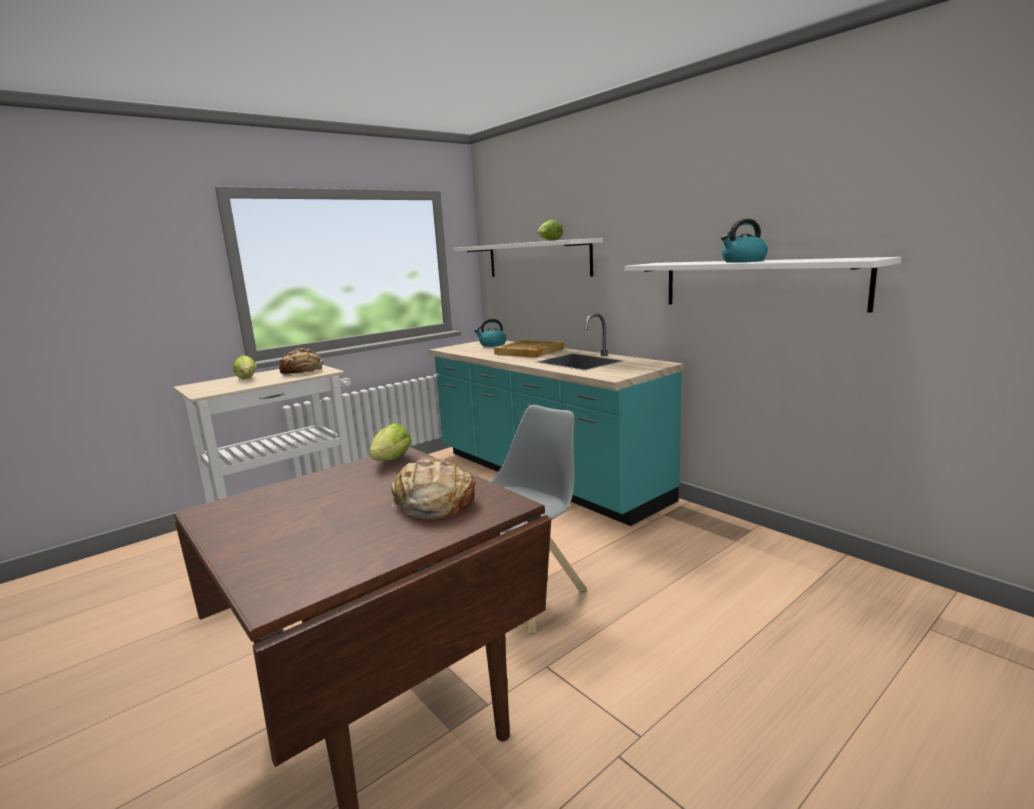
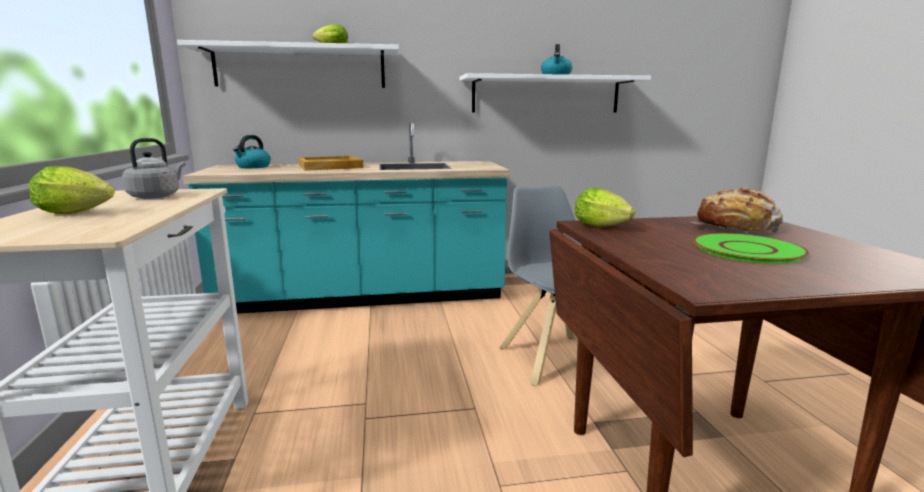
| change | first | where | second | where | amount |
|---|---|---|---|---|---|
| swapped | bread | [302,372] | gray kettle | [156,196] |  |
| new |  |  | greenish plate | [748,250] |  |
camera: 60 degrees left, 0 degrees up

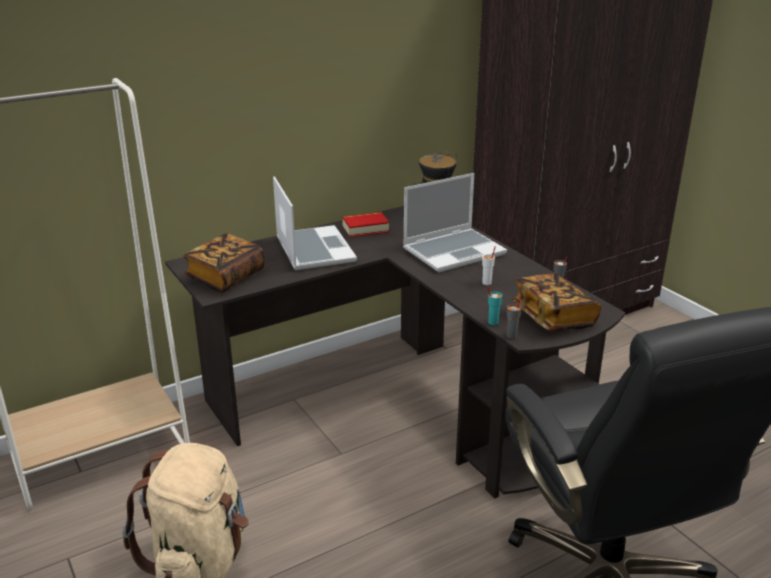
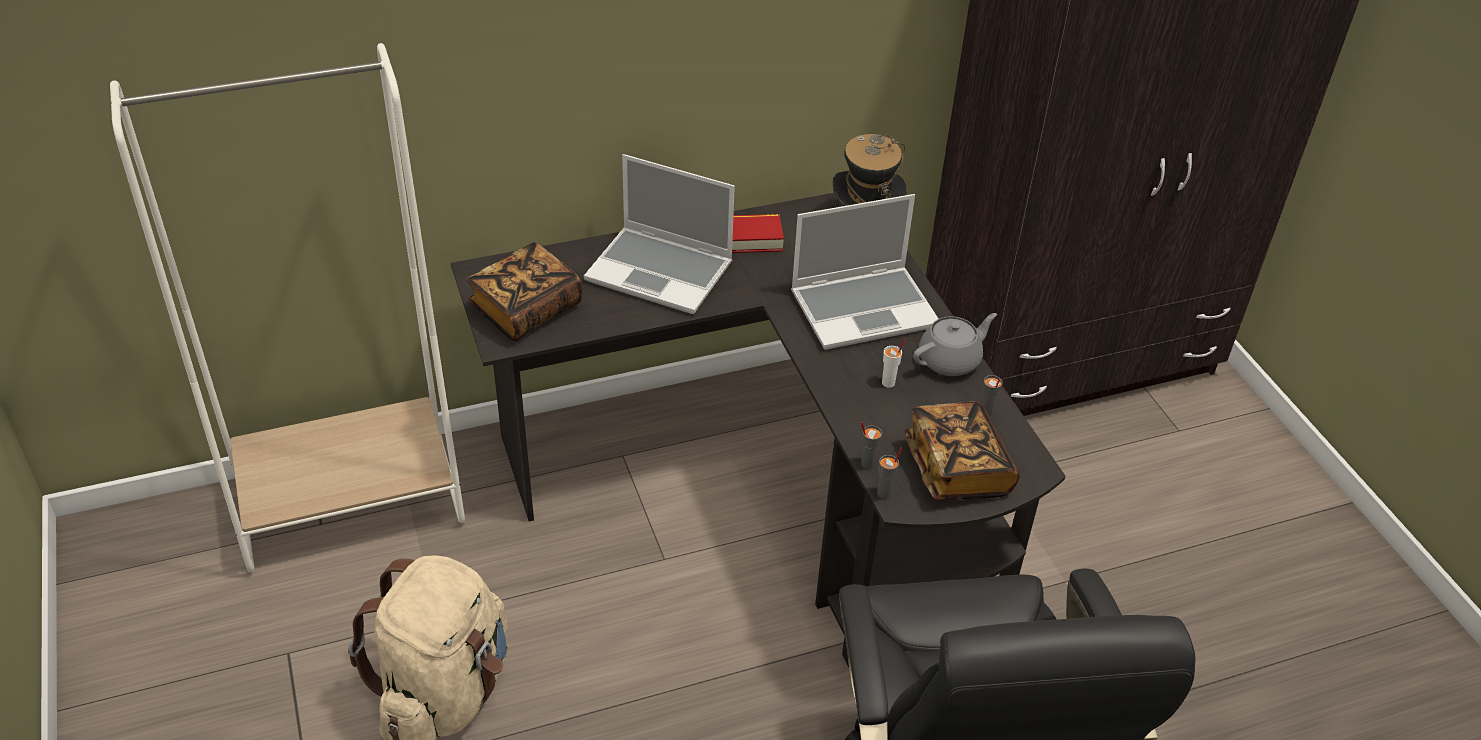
| change | first | where | second | where | amount |
|---|---|---|---|---|---|
| rotated | notebook computer | [313,249] |  | [662,272] | 120 degrees clockwise |
| repainted | turquoise-coloured drinking cup | [492,322] | gray drinking cup | [867,463] |  |
| new |  |  | gray teapot | [950,360] |  |
camera: 10 degrees right, 15 degrees up

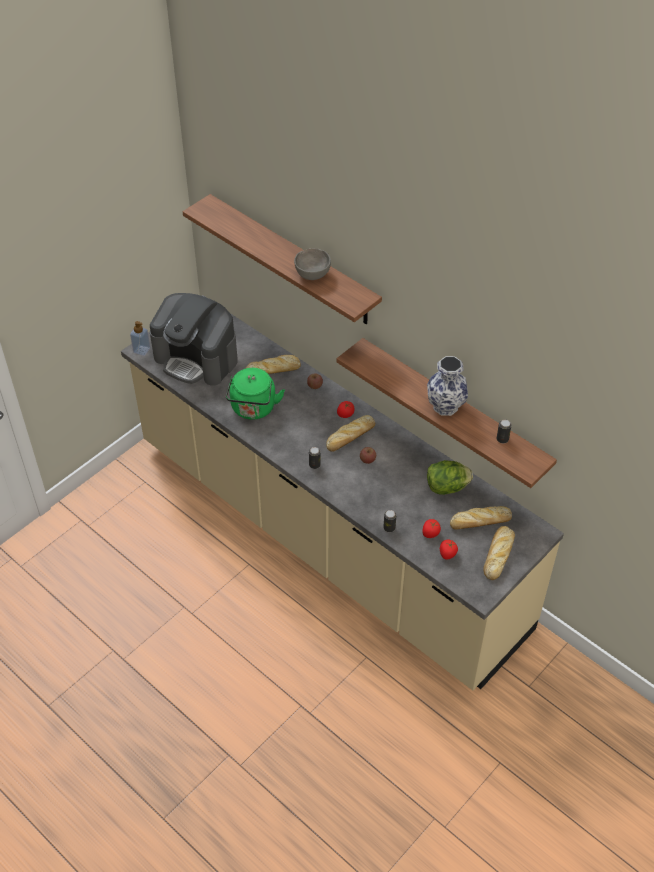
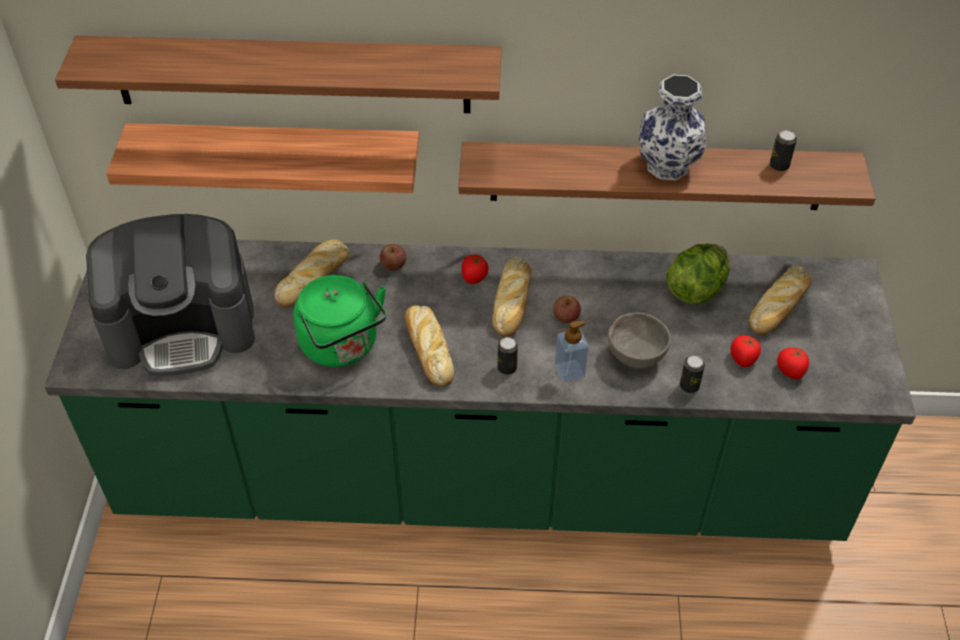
| change | first | where | second | where | amount |
|---|---|---|---|---|---|
| repainted | beige kitchen counter | [326,535] | greenish kitchen counter | [480,477] |  |
| shifted | liquid soap bottle | [142,350] |  | [569,371] |  |
| shifted | gray serving bowl | [313,274] |  | [636,355] |  |
| shifted | bread | [498,554] |  | [428,348] |  |
| new |  |  | wall shelf | [276,156] |  |
camera: 40 degrees left, 0 degrees up

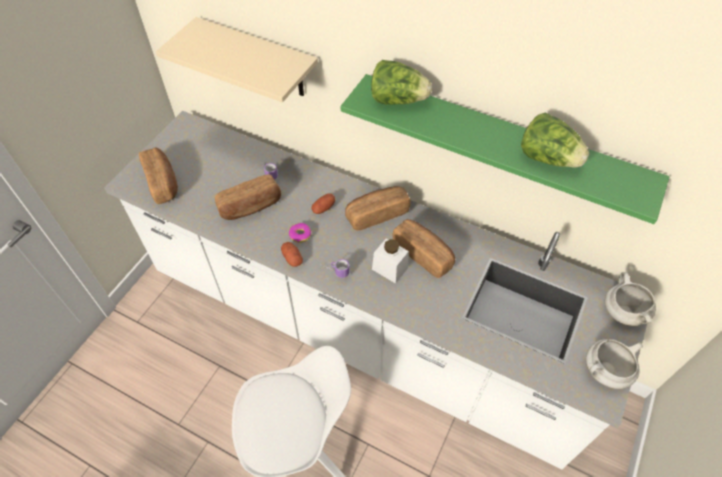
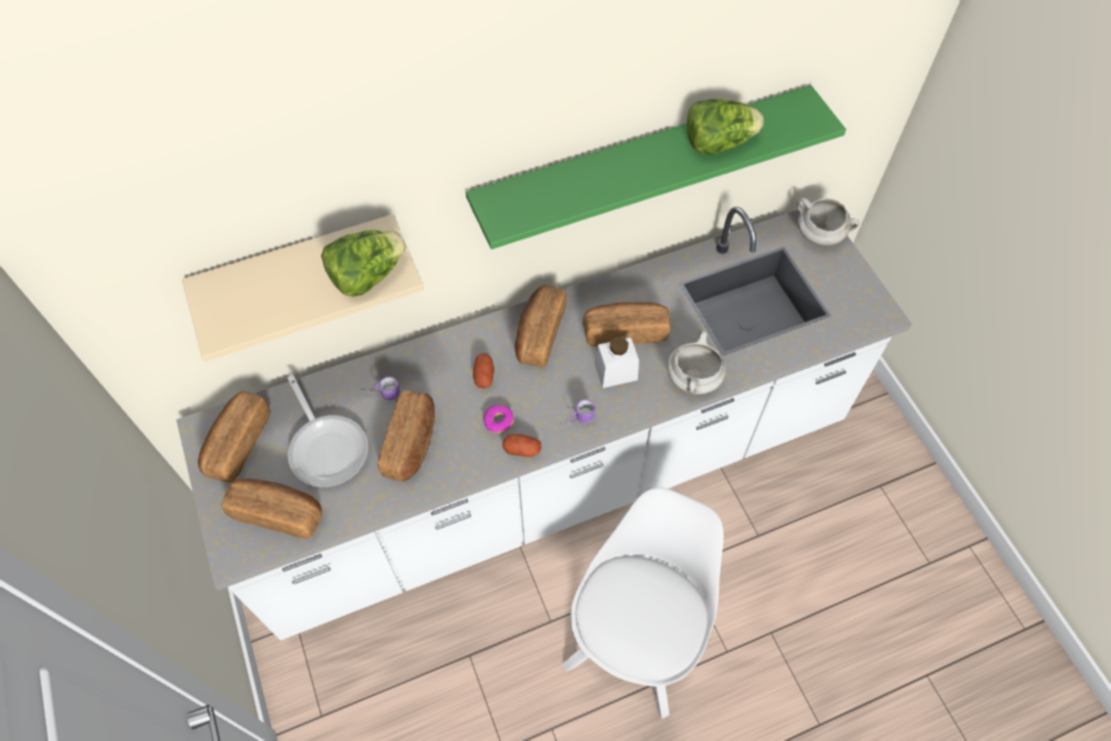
| change | first | where | second | where | amount |
|---|---|---|---|---|---|
| shifted | head of lettuce | [397,100] |  | [367,276] |  |
| shifted | white-coloured cooking pot | [605,372] |  | [694,380] |  |
| new |  |  | bread | [237,443] |  |
| new |  |  | frying pan | [327,447] |  |
camera: 50 degrees left, 5 degrees up

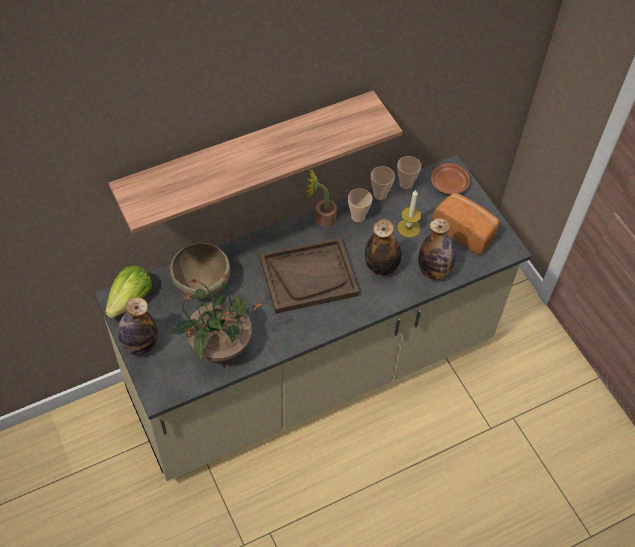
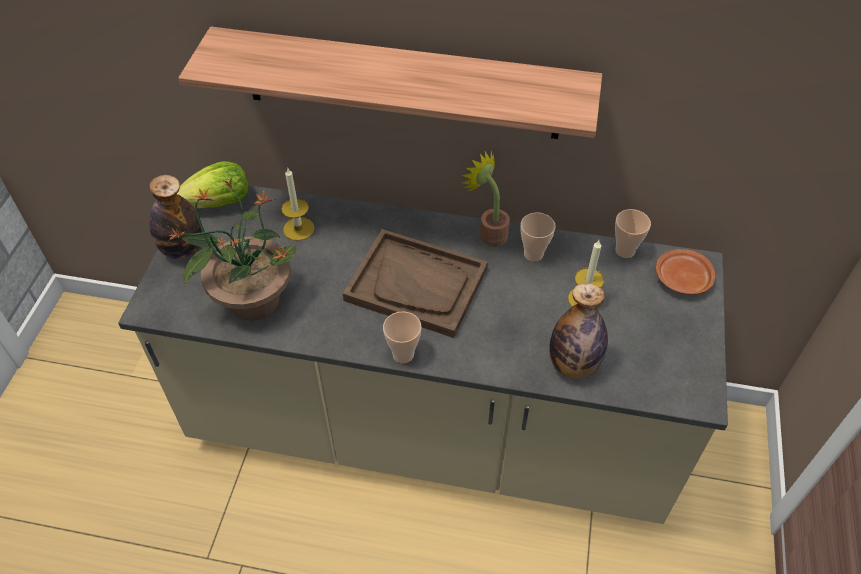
| change | first | where | second | where | amount |
|---|---|---|---|---|---|
| swapped | brown-coloured serving bowl | [202,285] | wax candle | [298,229] |  |
| gone | beverage bottle | [381,266] |  |  |  |
| shifted | drinking cup | [380,194] |  | [403,354] |  |
| gone | bread | [465,230] |  |  |  |
camera: 40 degrees right, 5 degrees down

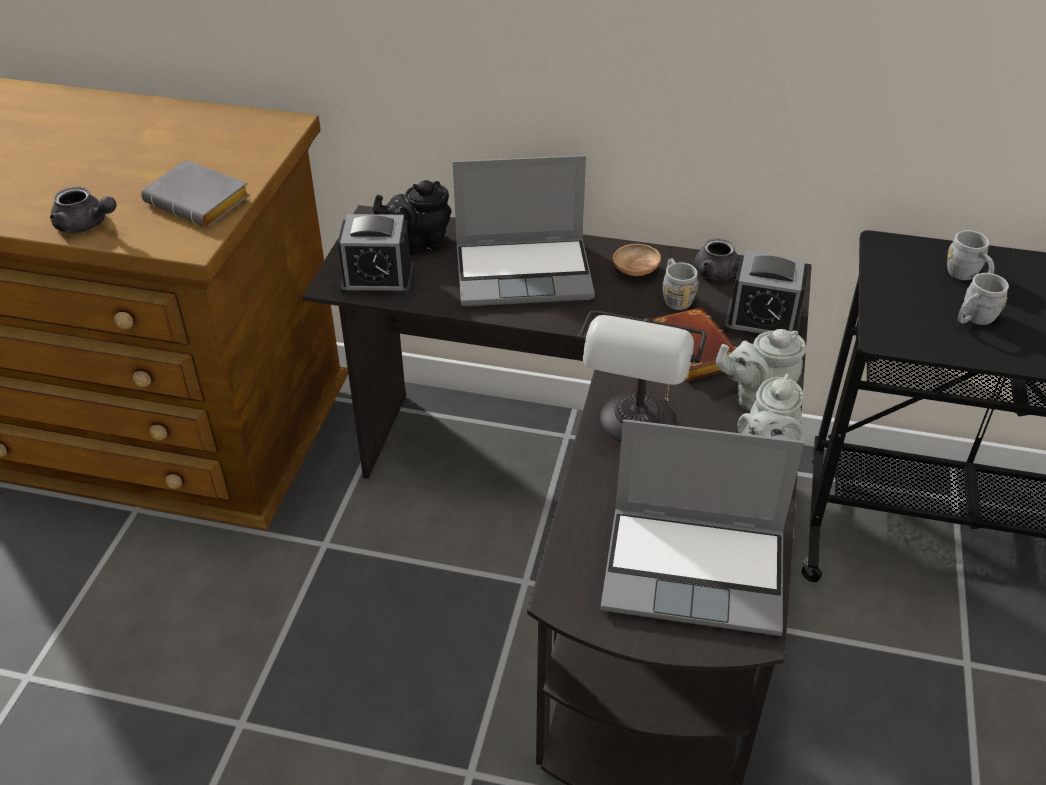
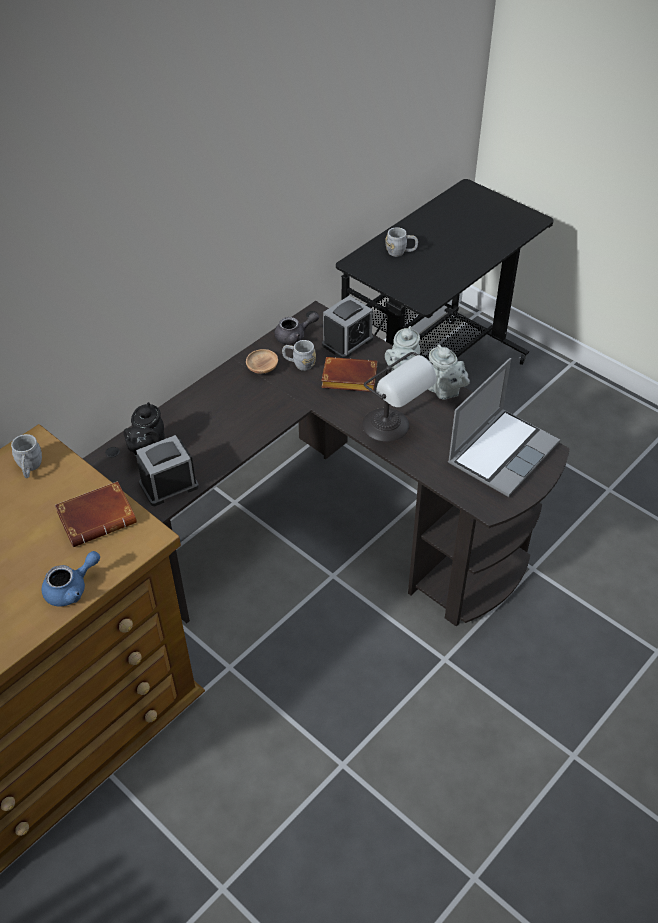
| change | first | where | second | where | amount |
|---|---|---|---|---|---|
| repainted | gray teapot | [86,225] | bluish teapot | [72,588] |  |
| repainted | gray volume | [202,201] | brown-coloured volume | [98,517] |  |
| rotated | alarm clock | [378,280] |  | [169,485] | 150 degrees counterclockwise |
| gone | notebook computer | [525,273] |  |  |  |
| shifted | gray mug | [973,319] |  | [30,468] |  |
camera: 60 degrees left, 5 degrees up

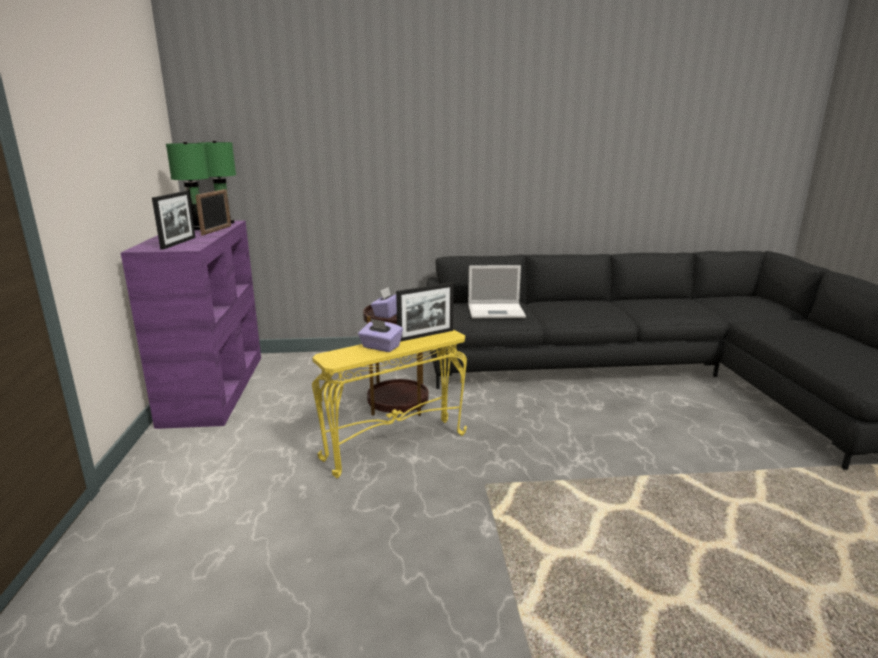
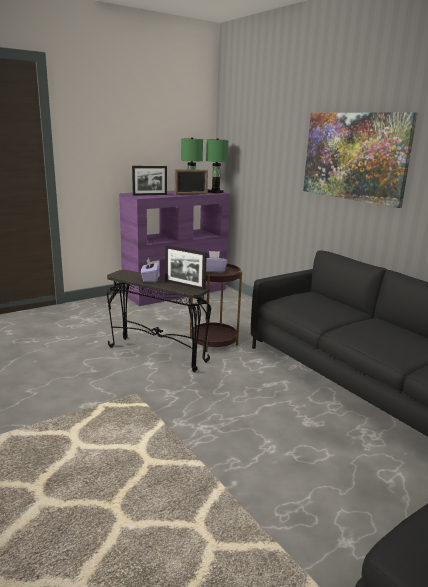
| change | first | where | second | where | amount |
|---|---|---|---|---|---|
| repainted | yellow-coloured side table | [395,447] | black side table | [157,354] |  |
| gone | notebook computer | [497,311] |  |  |  |
| new |  |  | wall art | [354,156] |  |
camera: 60 degrees right, 0 degrees up

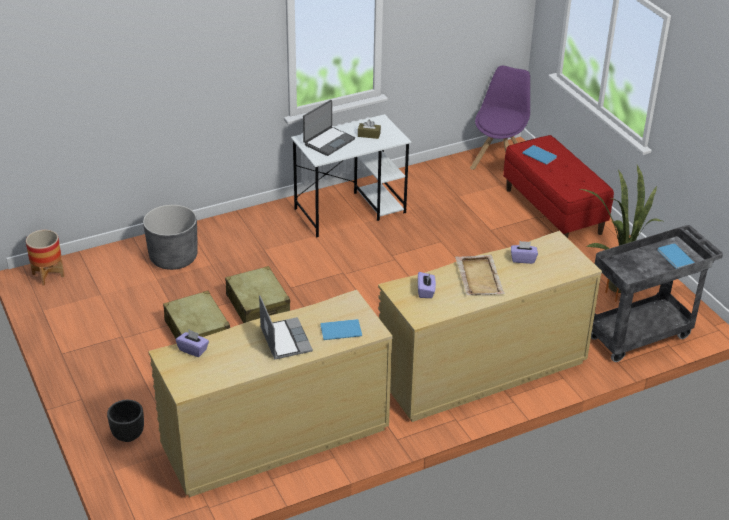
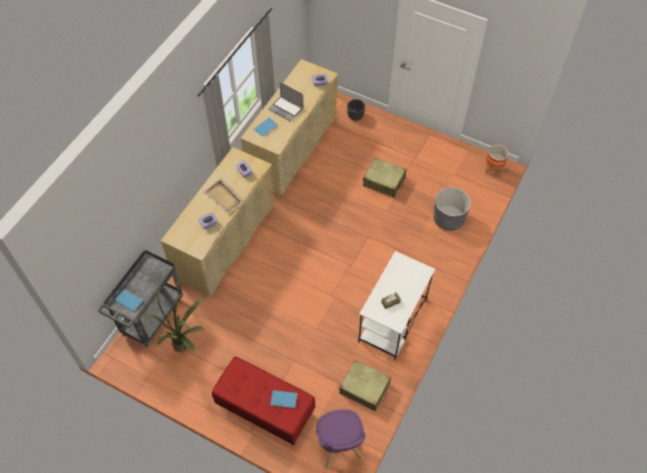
| change | first | where | second | where | amount |
|---|---|---|---|---|---|
| shifted | beige travel case | [258,305] |  | [364,388] |  |
| gone | notebook computer | [328,141] |  |  |  |
camera: 145 degrees right, 20 degrees up

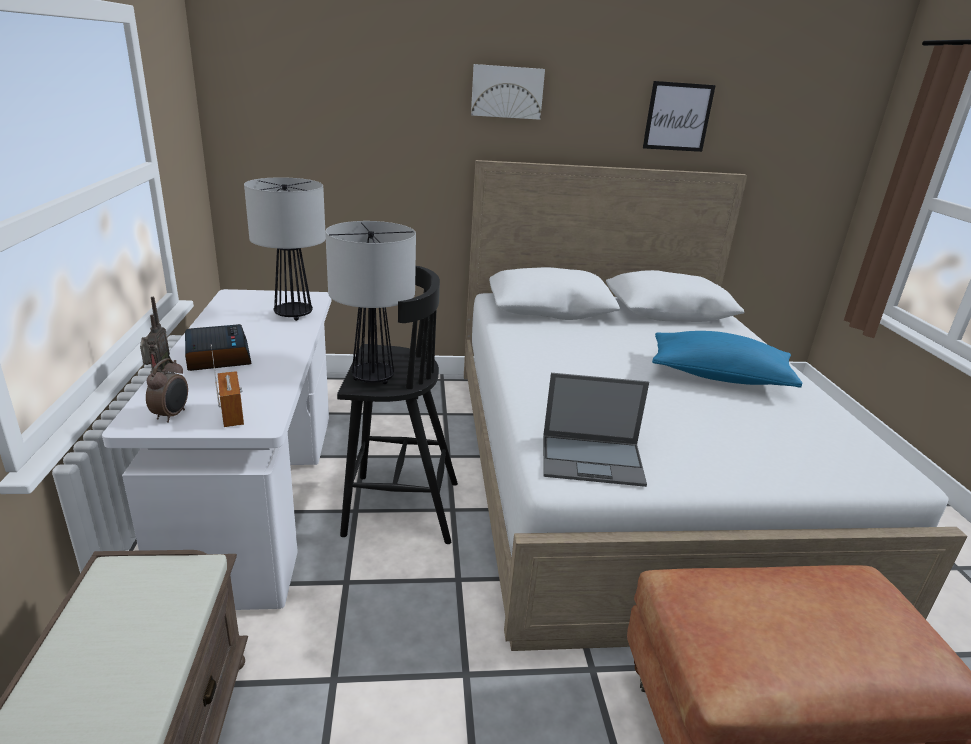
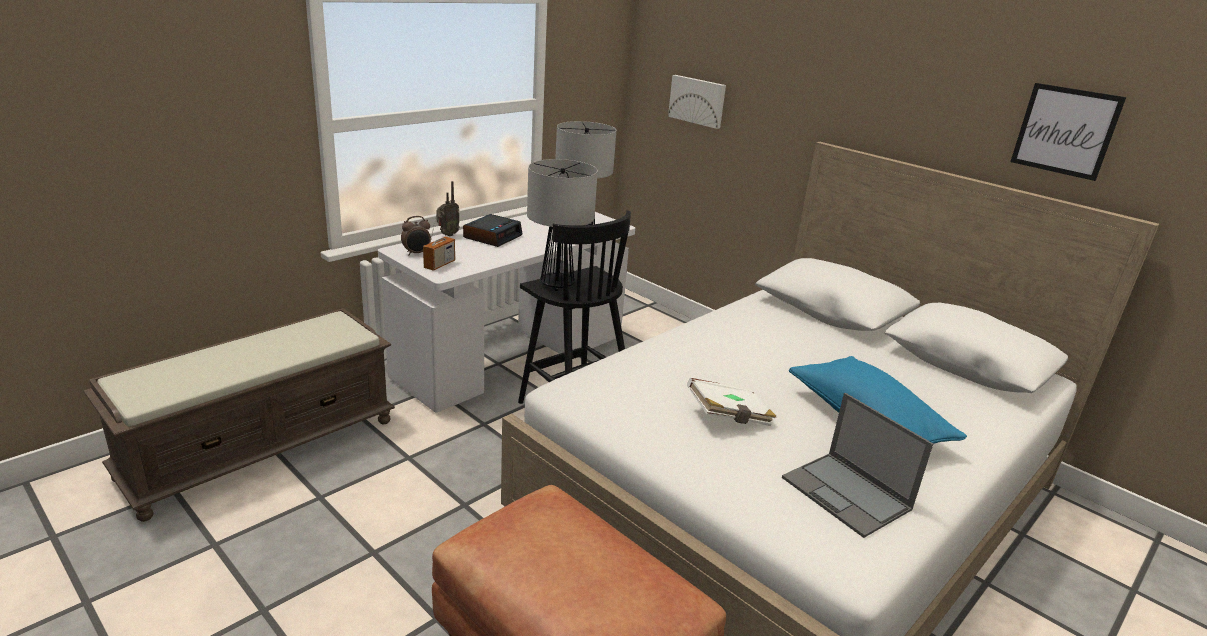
| change | first | where | second | where | amount |
|---|---|---|---|---|---|
| shifted | wall art | [507,92] |  | [697,101] |  |
| shifted | notebook computer | [593,460] |  | [847,494] |  |
| new |  |  | white-coloured volume | [729,417] |  |
camera: 50 degrees right, 0 degrees up

